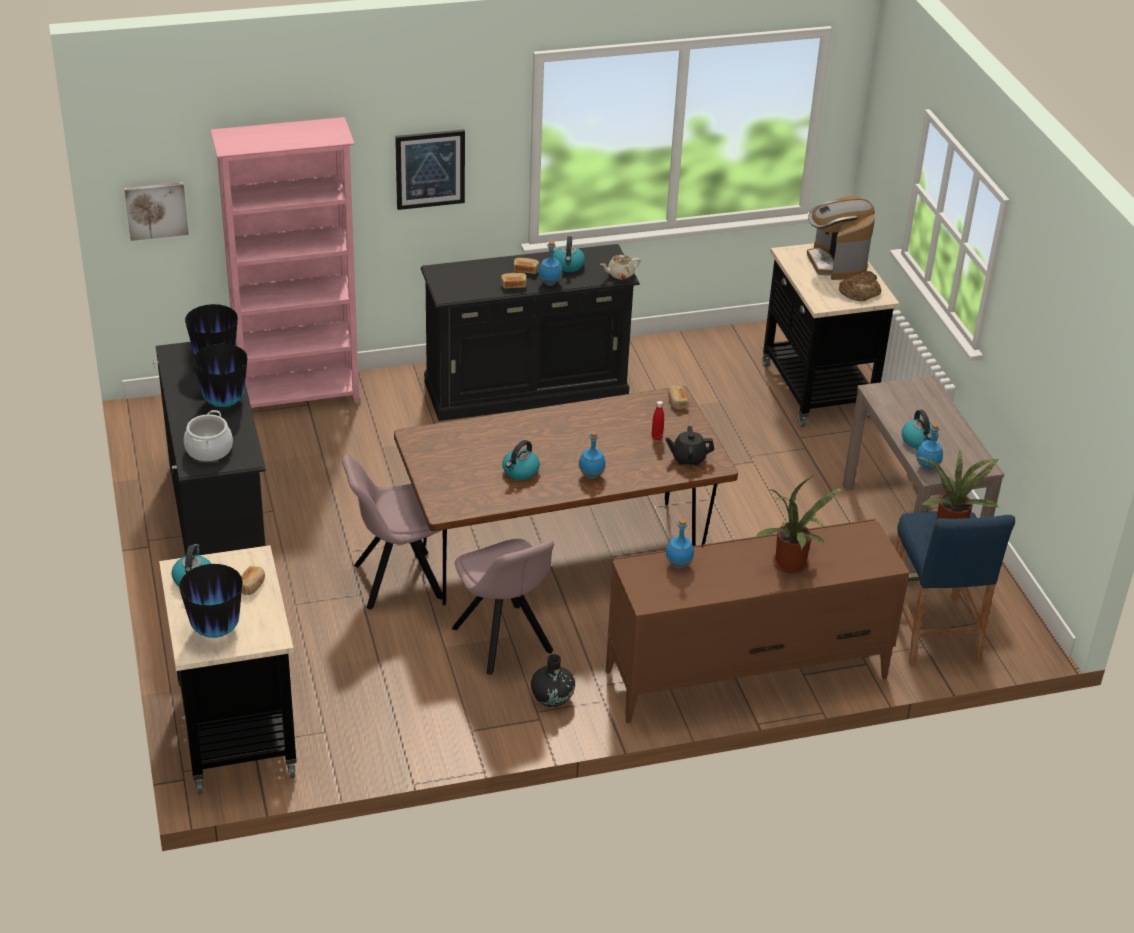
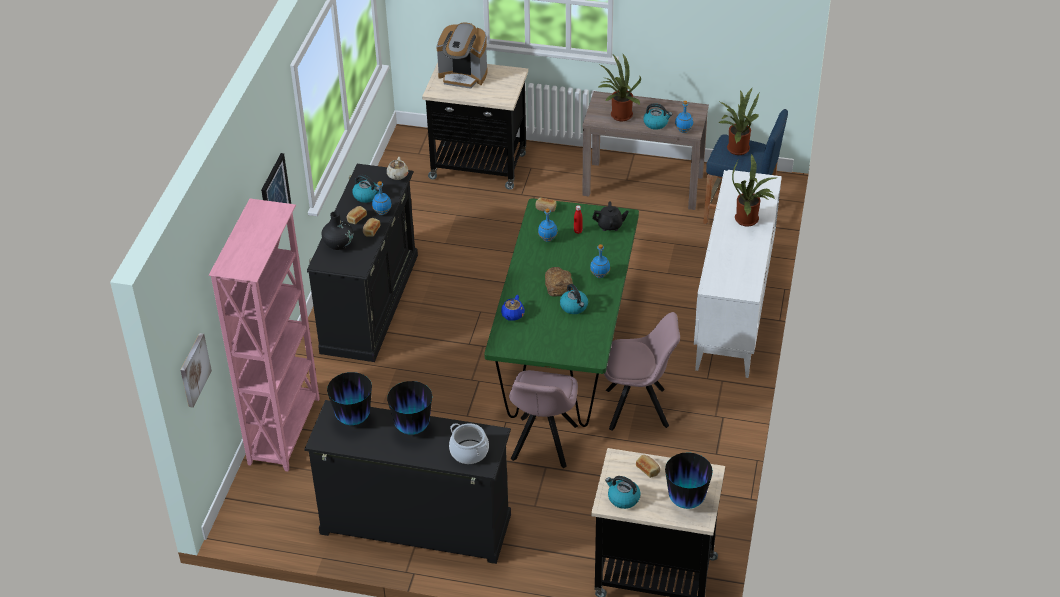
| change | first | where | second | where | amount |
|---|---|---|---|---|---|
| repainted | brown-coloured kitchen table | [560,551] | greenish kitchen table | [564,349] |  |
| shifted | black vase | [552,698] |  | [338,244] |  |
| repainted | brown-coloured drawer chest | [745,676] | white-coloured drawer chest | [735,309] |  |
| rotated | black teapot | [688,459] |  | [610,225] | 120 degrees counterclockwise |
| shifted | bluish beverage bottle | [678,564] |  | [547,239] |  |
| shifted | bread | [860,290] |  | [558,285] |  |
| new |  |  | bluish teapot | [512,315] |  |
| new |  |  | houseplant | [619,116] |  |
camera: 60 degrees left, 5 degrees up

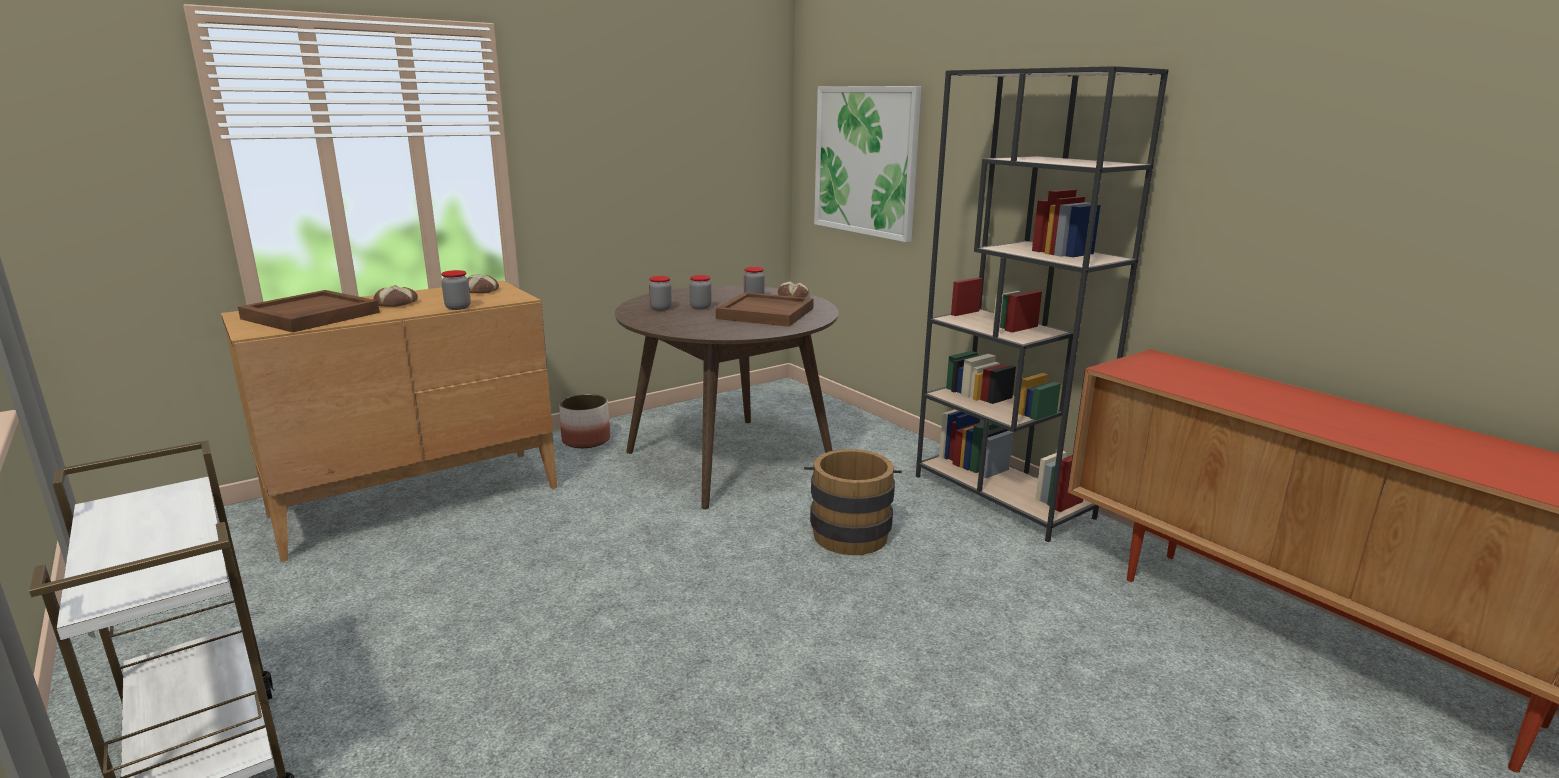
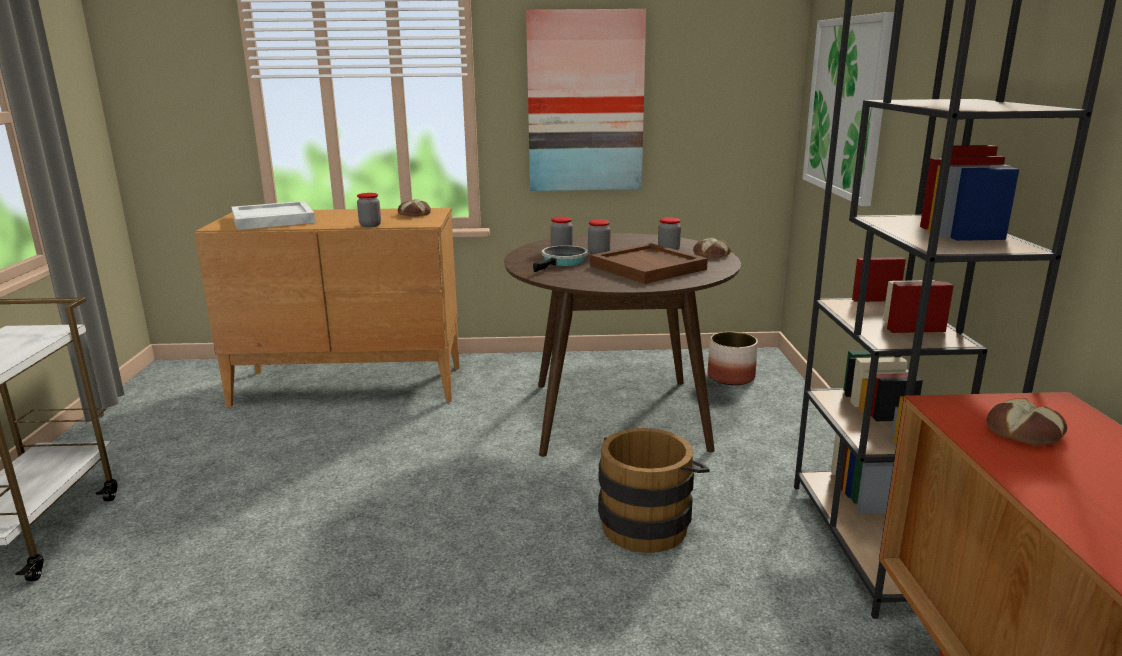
| change | first | where | second | where | amount |
|---|---|---|---|---|---|
| repainted | brown-coloured serving tray | [310,316] | white-coloured serving tray | [272,219] |  |
| shifted | bread | [397,303] |  | [1025,432] |  |
| shifted | plant pot | [586,440] |  | [731,377] |  |
| new |  |  | wall art | [585,102] |  |
| new |  |  | frying pan | [562,262] |  |
camera: 35 degrees right, 0 degrees up

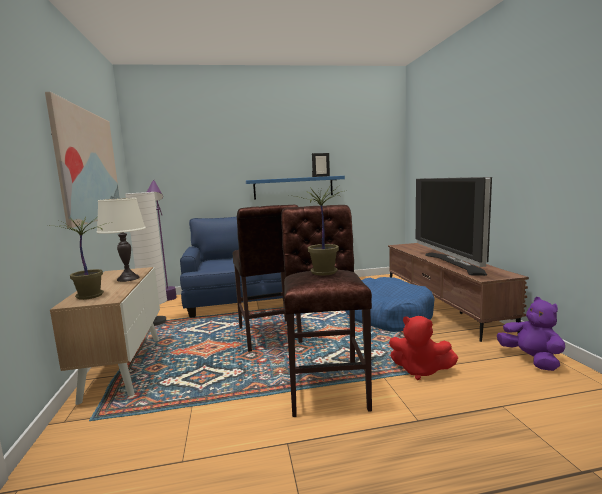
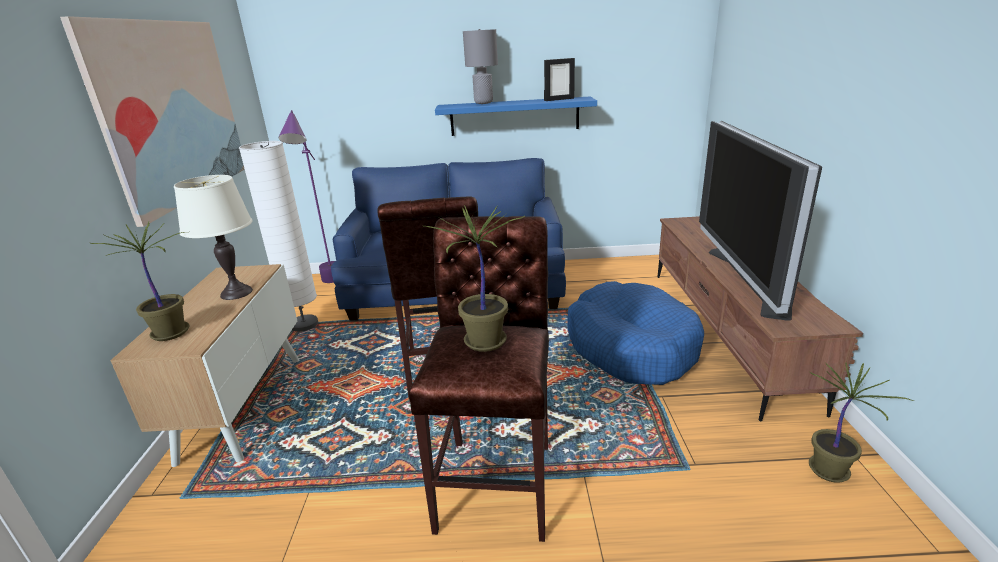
| change | first | where | second | where | amount |
|---|---|---|---|---|---|
| gone | reddish cuddly toy | [420,370] |  |  |  |
| swapped | purplish cuddly toy | [531,359] | houseplant | [830,471] |  |
| new |  |  | gray tabletop lamp | [483,103] |  |
camera: 10 degrees right, 15 degrees up

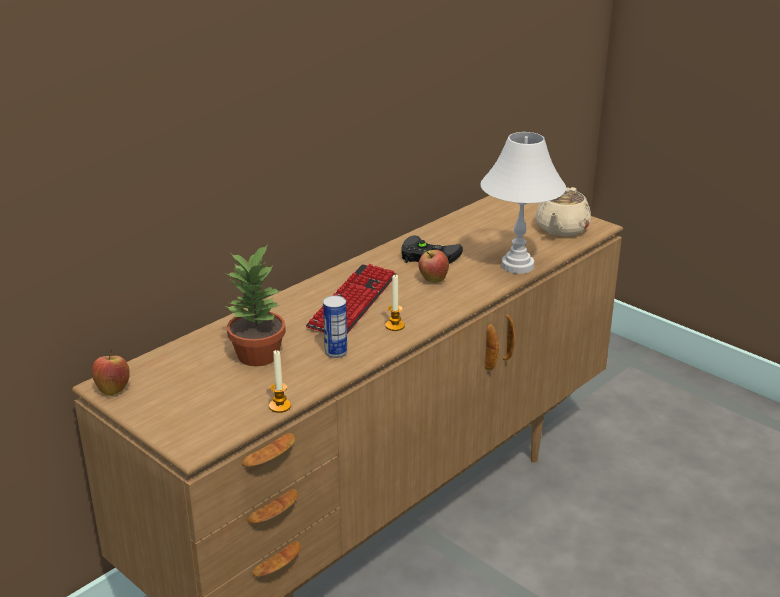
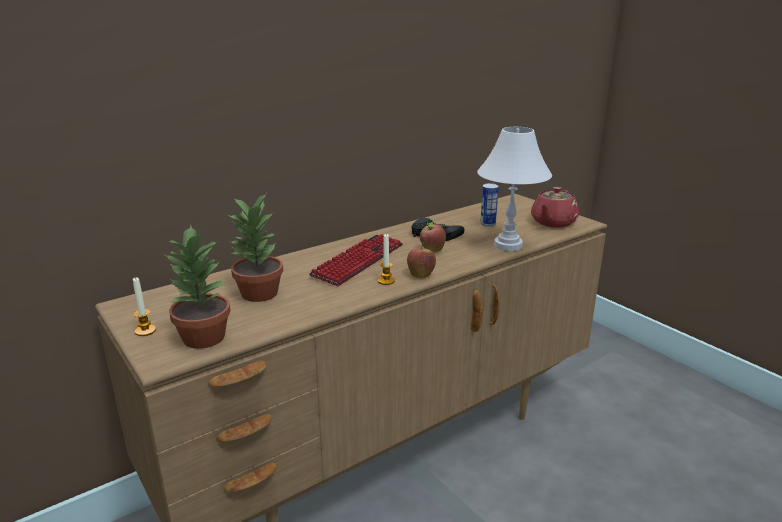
| change | first | where | second | where | amount |
|---|---|---|---|---|---|
| shifted | apple | [113,389] |  | [420,275] |  |
| shifted | wax candle | [280,406] |  | [145,331] |  |
| shifted | sealed can | [336,352] |  | [487,224] |  |
| repainted | beige teapot | [561,229] | reddish teapot | [553,222] |  |
| new |  |  | houseplant | [203,338] |  |
camera: 10 degrees right, 5 degrees down

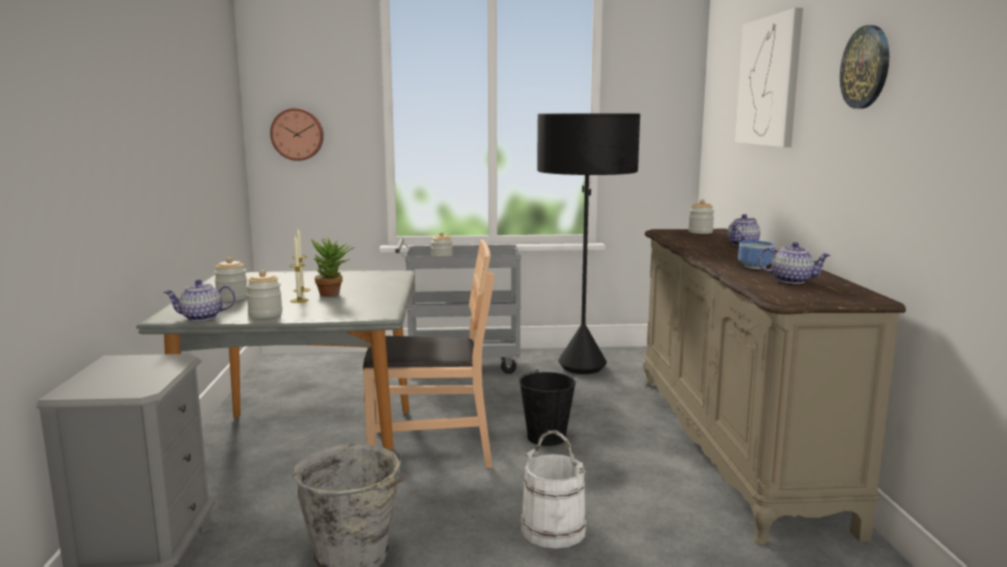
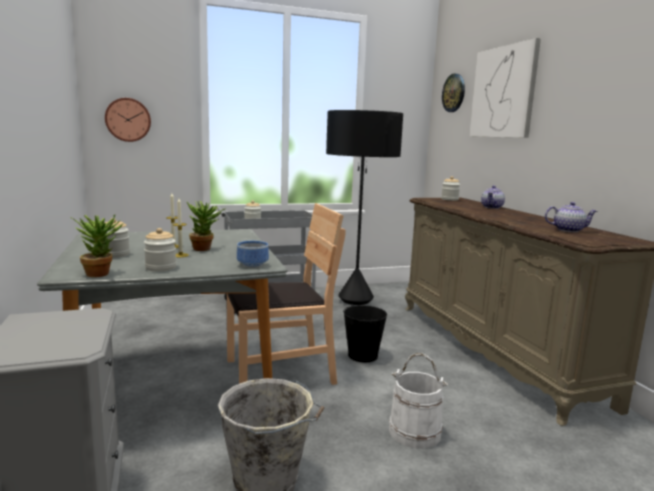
| change | first | where | second | where | amount |
|---|---|---|---|---|---|
| swapped | teapot | [201,317] | houseplant | [101,273] |  |
| shifted | serving bowl | [754,267] |  | [251,265] |  |
| shifted | hanging clock | [866,67] |  | [454,93] |  |
camera: 15 degrees left, 0 degrees up

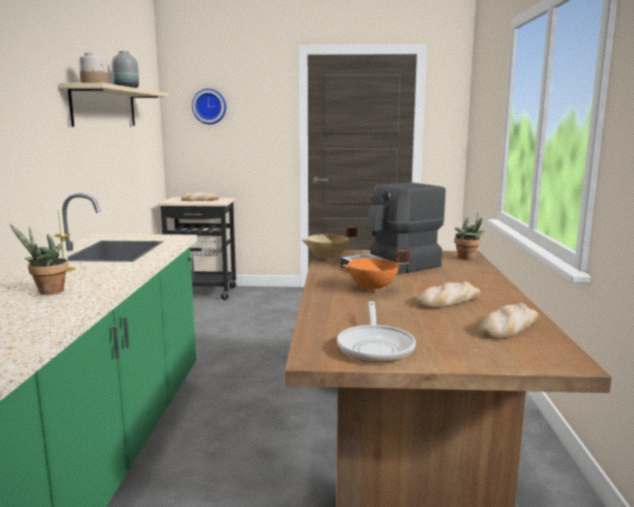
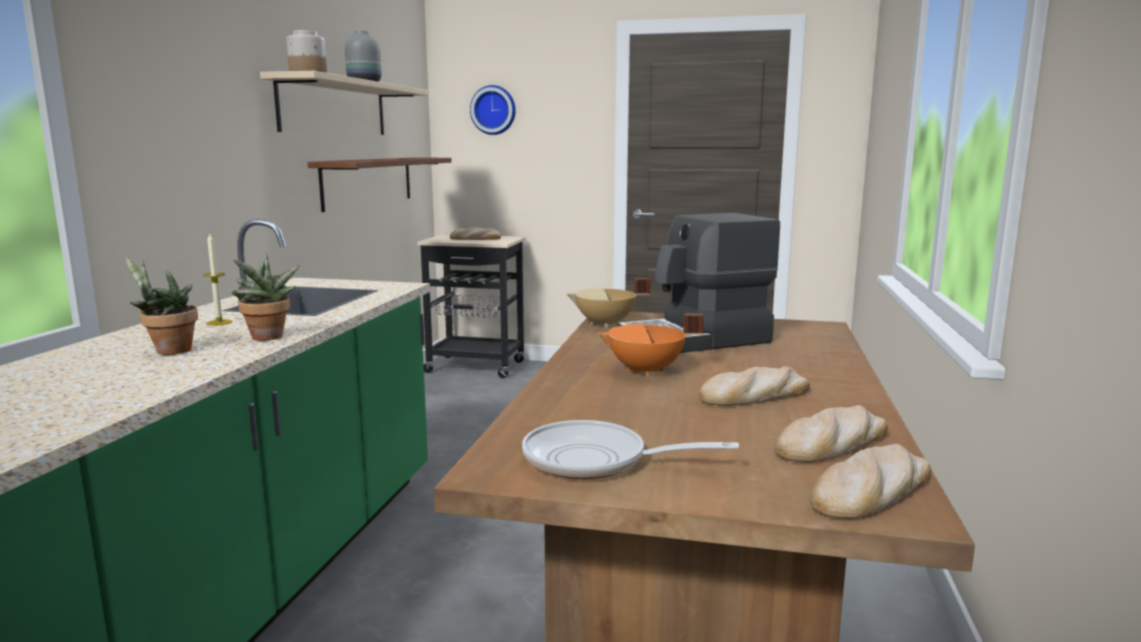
| change | first | where | second | where | amount |
|---|---|---|---|---|---|
| rotated | frying pan | [375,346] |  | [595,461] | 90 degrees clockwise |
| shifted | houseplant | [468,258] |  | [268,338] |  |
| new |  |  | brown-coloured wall shelf | [368,182] |  |
| new |  |  | bread | [870,491] |  |
camera: 10 degrees right, 0 degrees up

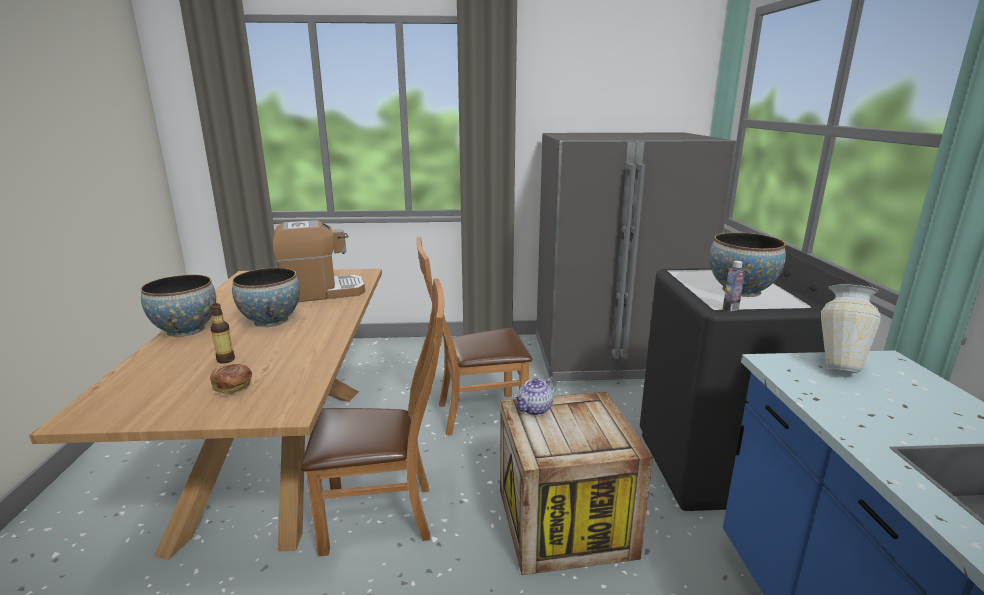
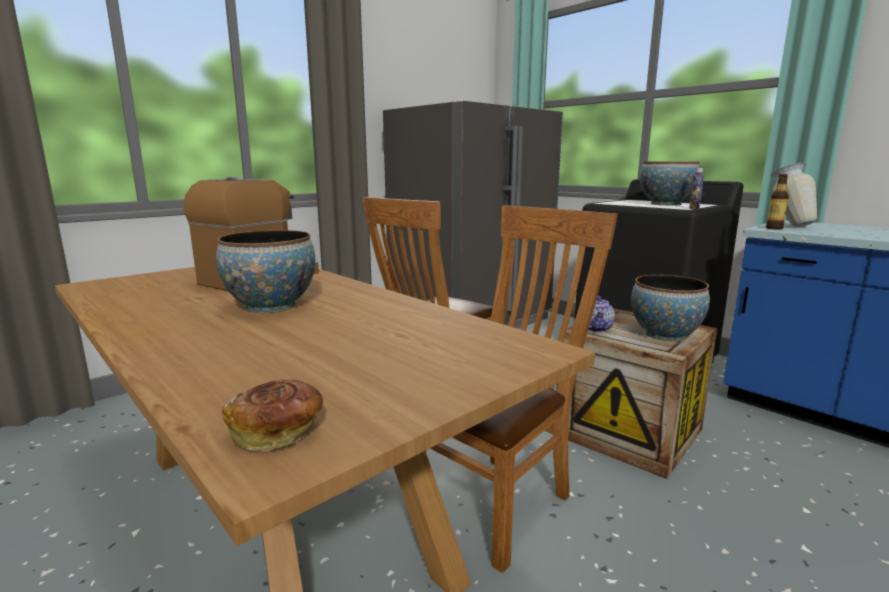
| change | first | where | second | where | amount |
|---|---|---|---|---|---|
| shifted | serving bowl | [186,330] |  | [665,335] |  |
| shifted | bread | [233,388] |  | [278,433] |  |
| shifted | beverage bottle | [226,360] |  | [774,228] |  |
camera: 40 degrees left, 5 degrees down

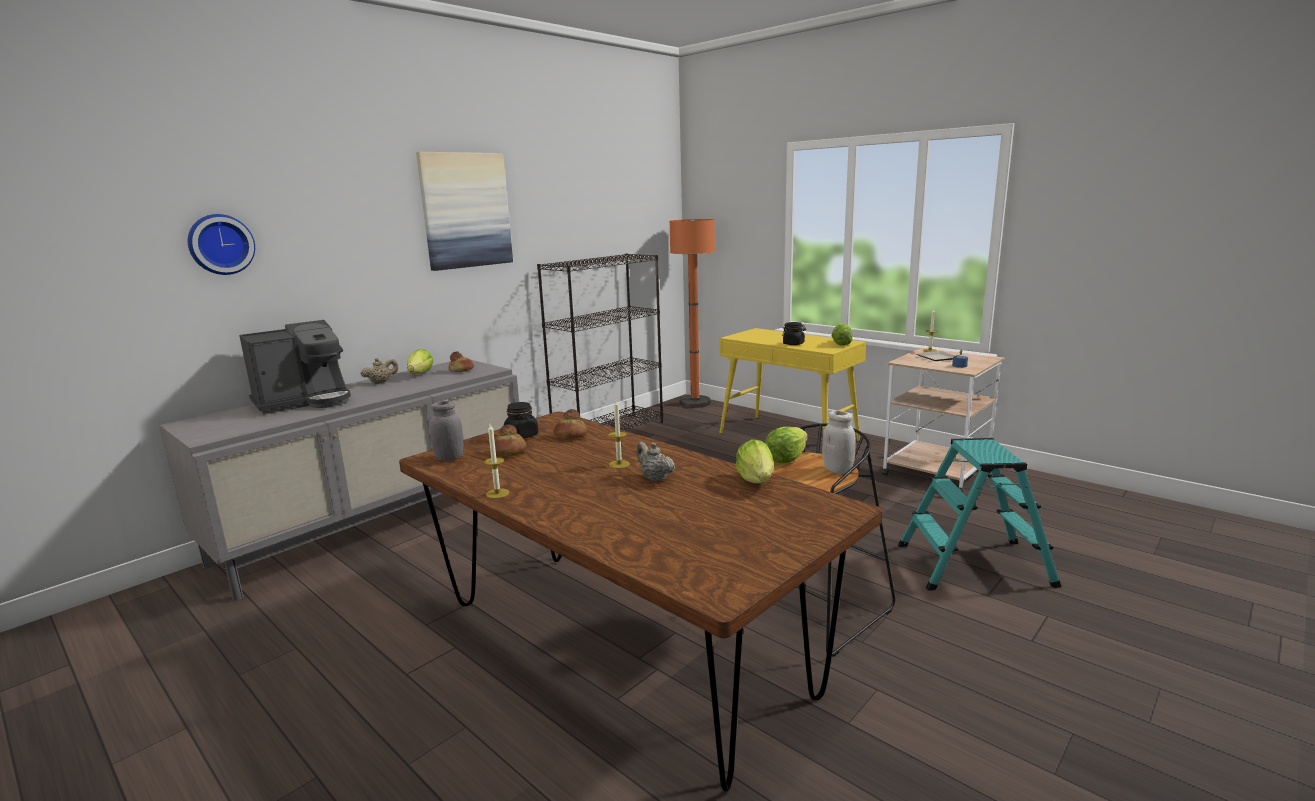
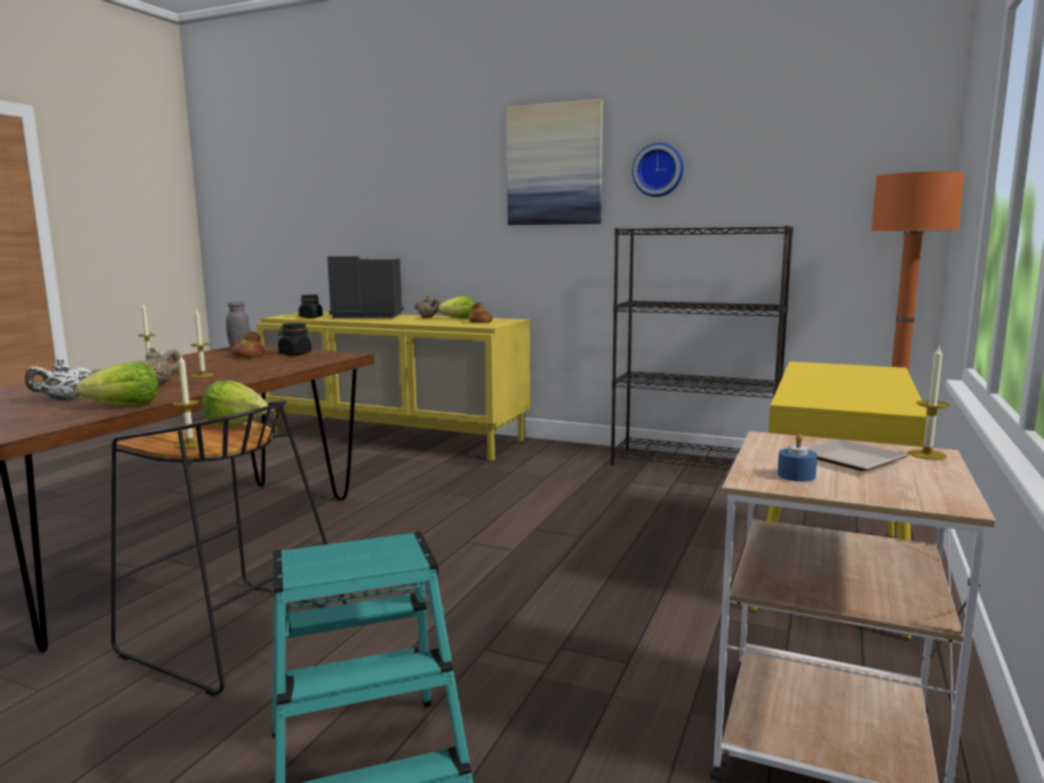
| change | first | where | second | where | amount |
|---|---|---|---|---|---|
| repainted | gray cabinet | [379,525] | yellow-coloured cabinet | [396,437] |  |
| shifted | hanging clock | [220,244] |  | [658,170] |  |
| rotated | coffee maker | [305,402] |  | [366,316] | 150 degrees clockwise |
| gone | bread | [570,435] |  |  |  |
| shifted | black jar | [793,344] |  | [311,317] |  |
| swapped | white-coloured jar | [837,470] | wax candle | [190,444] |  |
| gone | head of lettuce | [841,344] |  |  |  |
| new |  |  | white-coloured teapot | [63,399] |  |
camera: 70 degrees right, 5 degrees down

